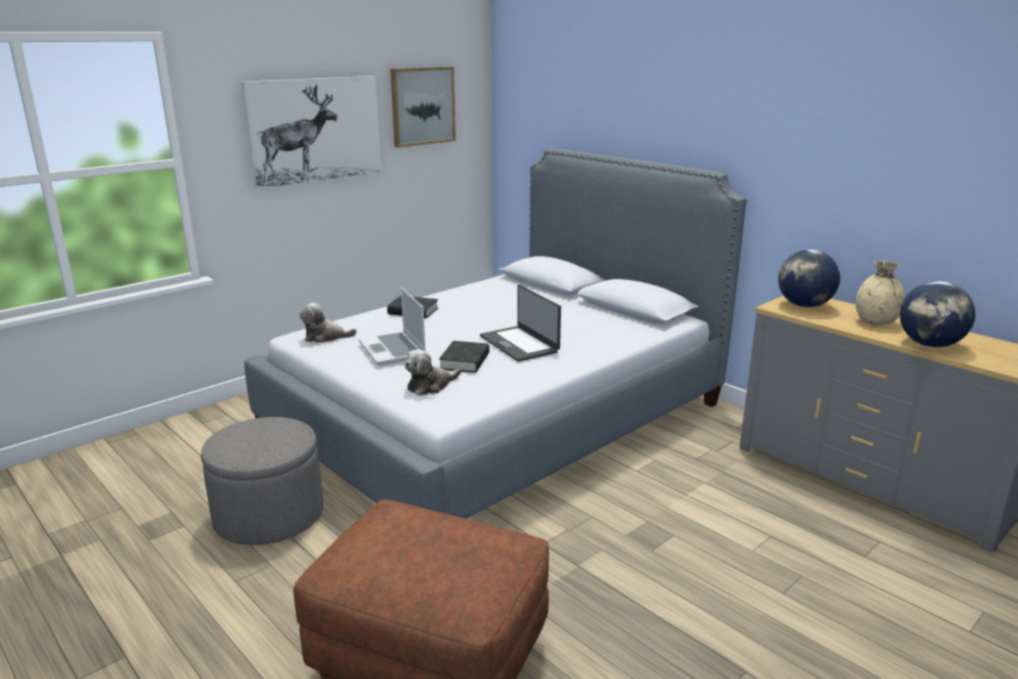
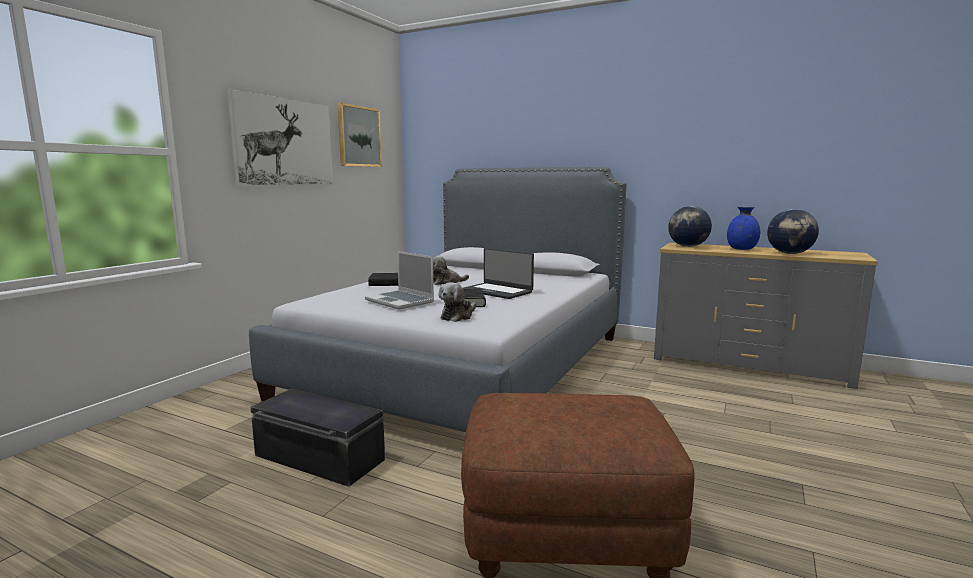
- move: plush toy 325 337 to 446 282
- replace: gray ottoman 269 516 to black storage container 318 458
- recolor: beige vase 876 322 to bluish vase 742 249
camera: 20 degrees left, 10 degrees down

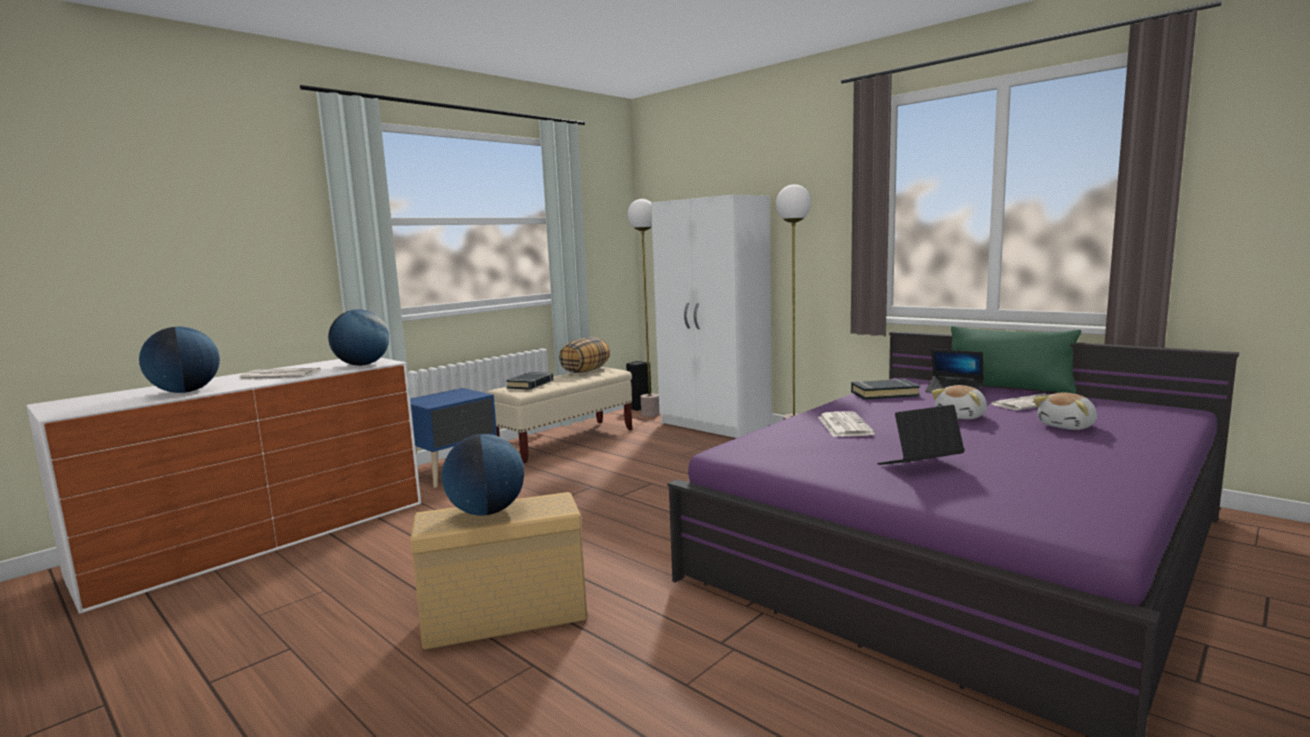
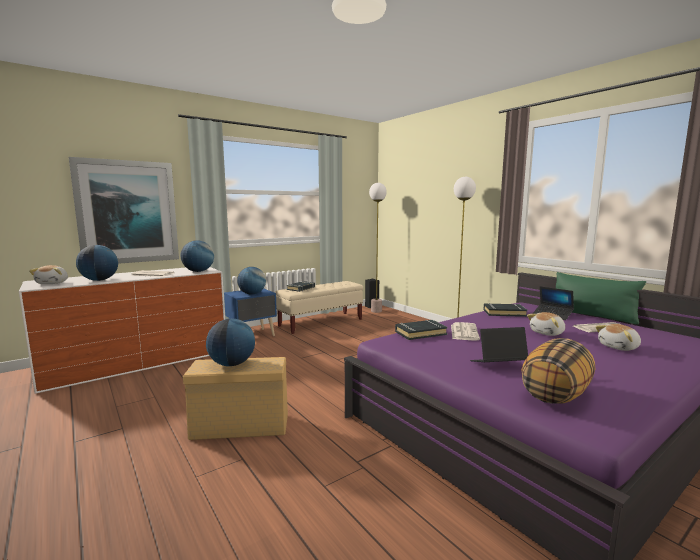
- delete: white clothes cupboard 715 425
- insert: plush toy 53 283
- insert: wall picture 127 212
- insert: world globe 252 294
- insert: black bound book 420 333
- move: pillow 585 371 to 555 394
camera: 10 degrees right, 0 degrees up

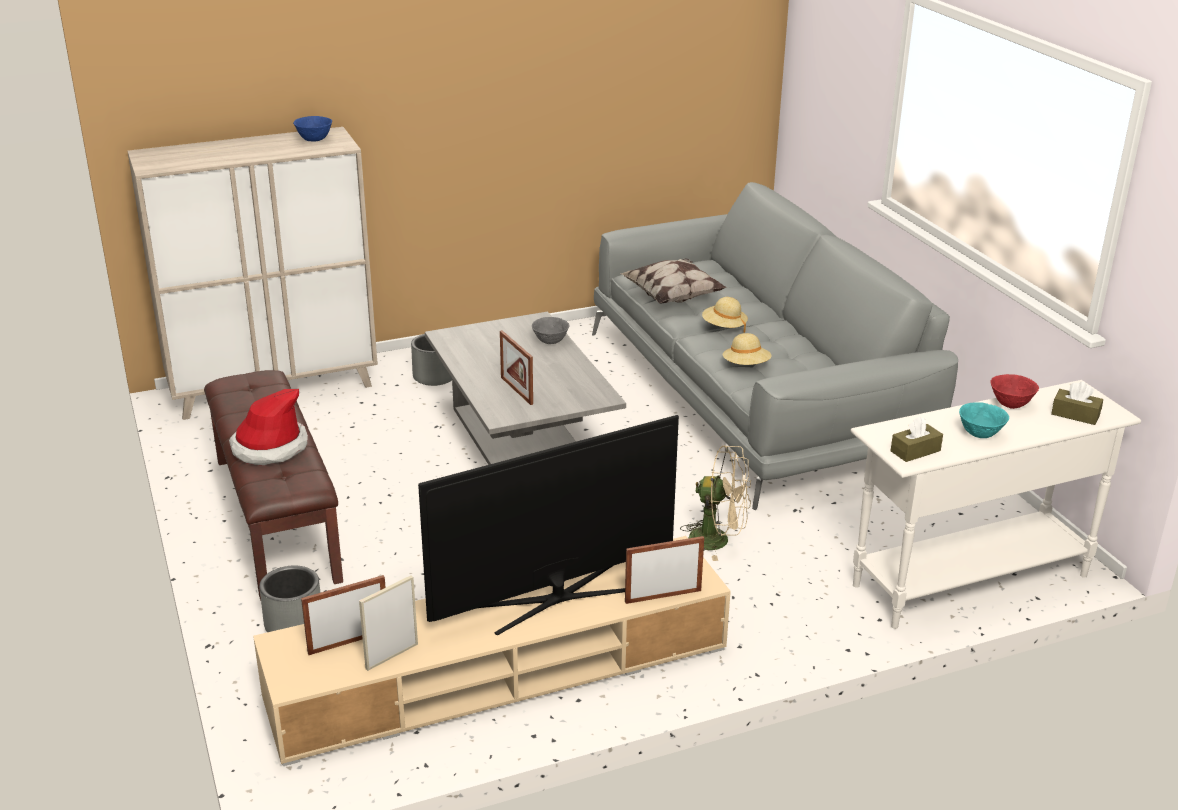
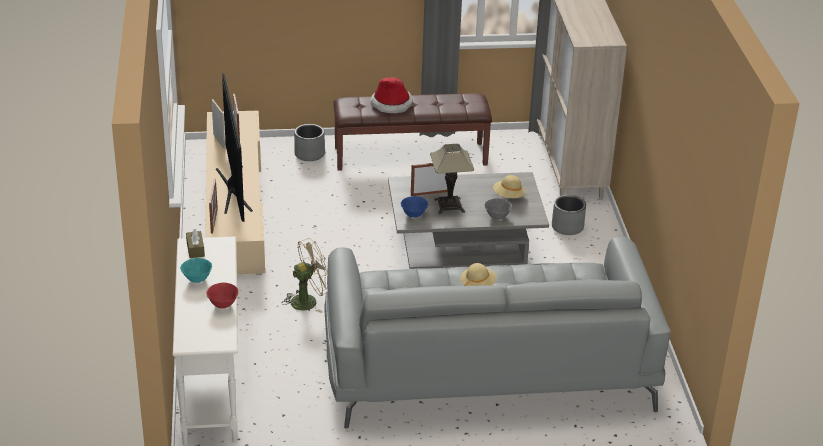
- delete: pillow 673 297
- delete: brown tissue holder 1075 414
- insert: lamp for a table 449 205
- move: bluish bowl 314 140 to 414 215
- move: beige clothing hat 746 366 to 508 196
- rotate: beige electric fan 718 540 = 309 300 150 degrees counterclockwise
camera: 105 degrees right, 5 degrees up

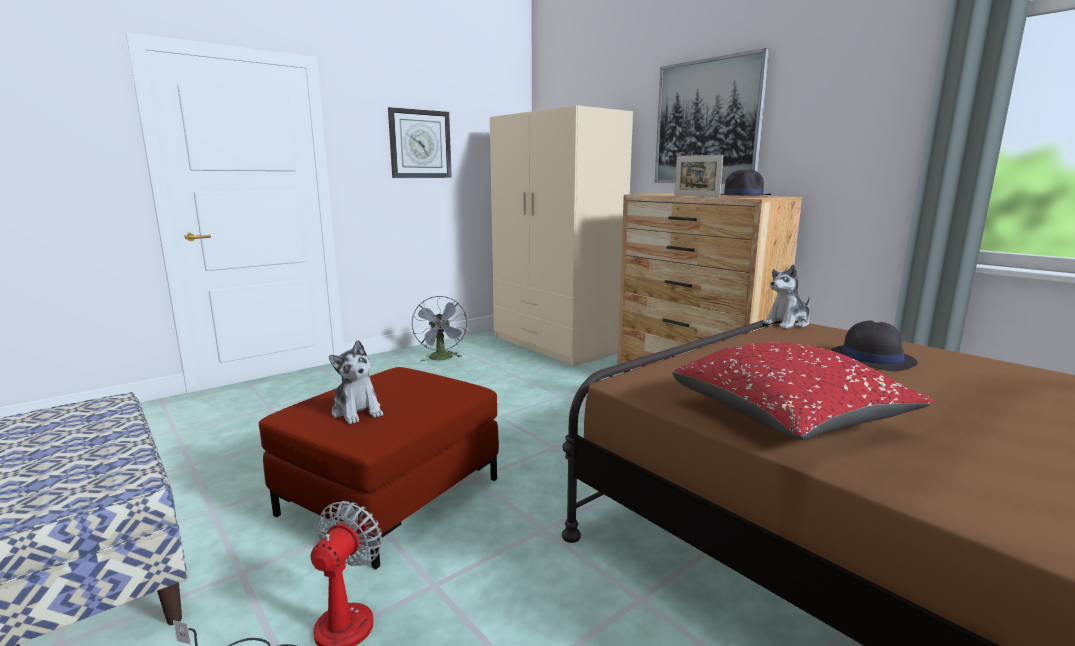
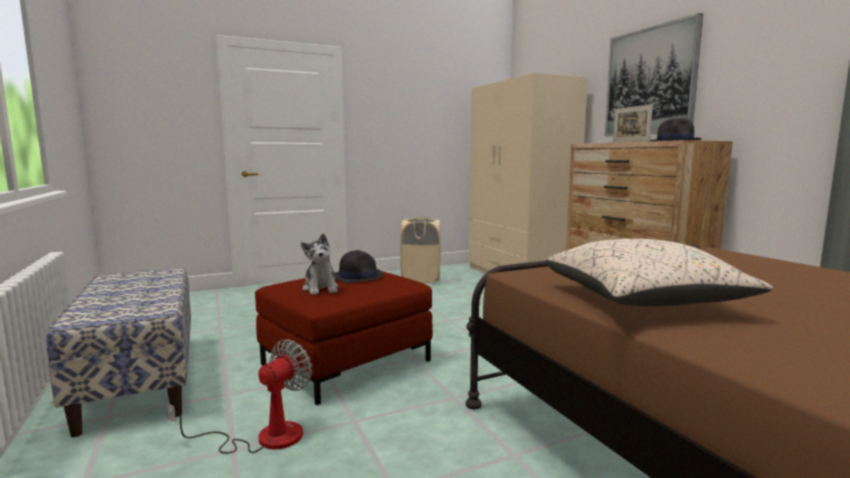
- delete: hanging clock 420 144
- delete: plush toy 787 323
- move: black clothing hat 871 358 to 358 276
- replace: gray electric fan 442 359 to beige laundry basket 421 279
- recolor: reddish pillow 789 419 to beige pillow 642 302
camera: 15 degrees right, 5 degrees down

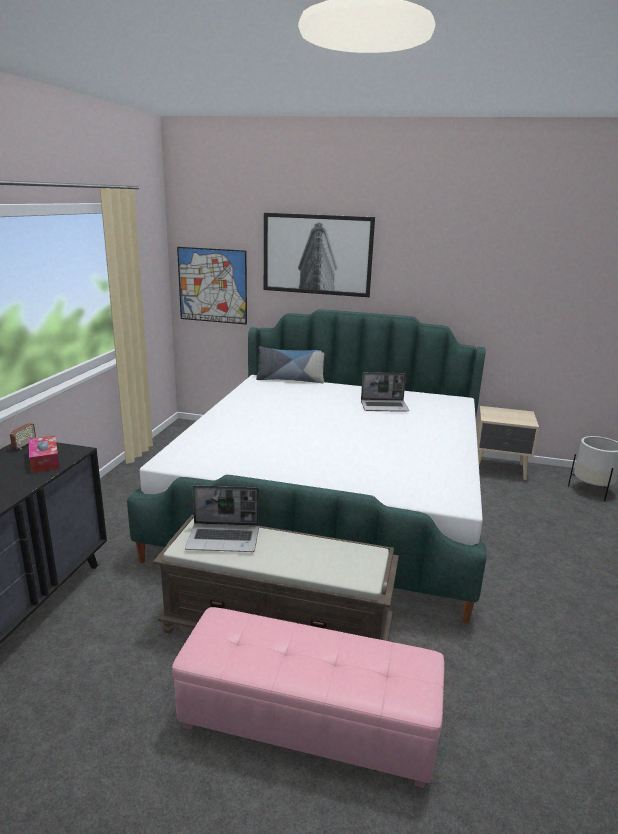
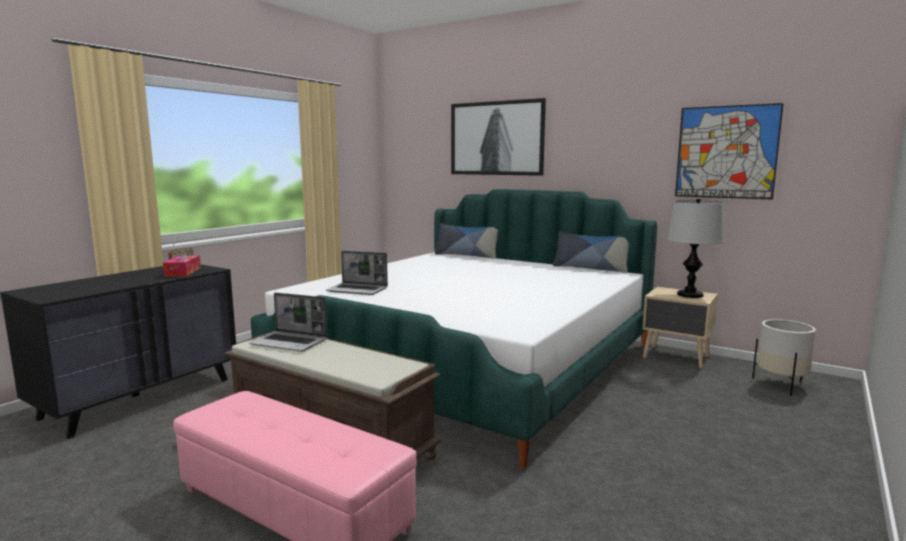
- insert: pillow 590 268
- insert: lamp for a table 690 295
- move: wall picture 212 285 to 726 152
- move: laptop 384 406 to 358 290
camera: 20 degrees right, 10 degrees down

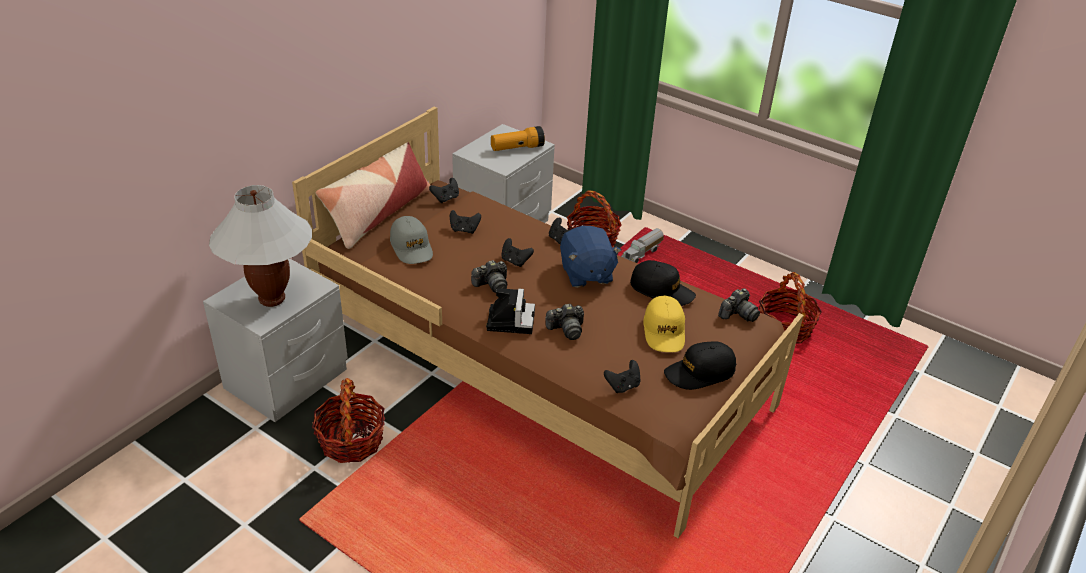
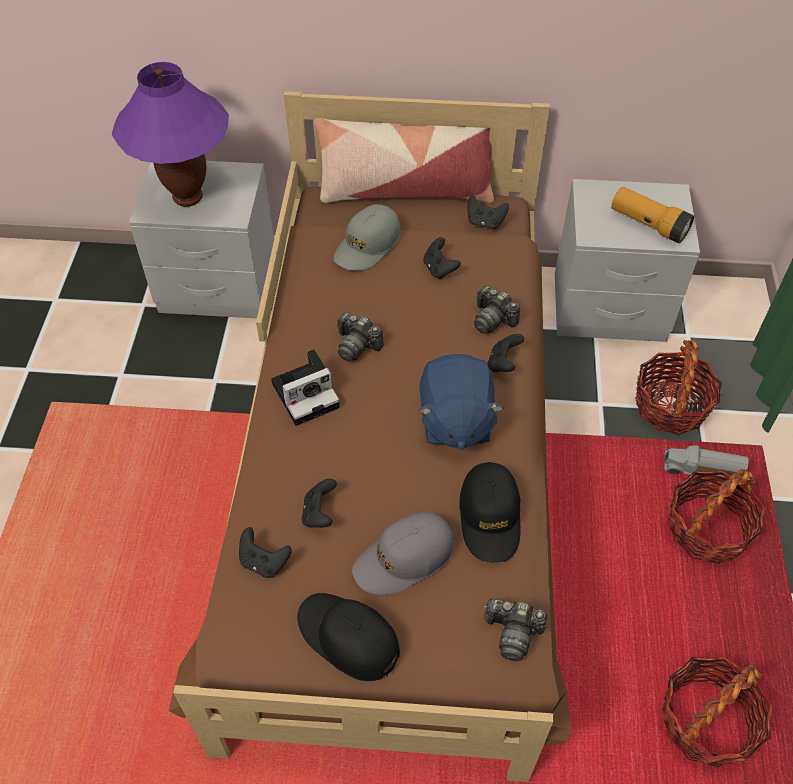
- move: storage basket 351 441 to 707 530
- move: black game controller 515 261 to 319 513
- move: still camera 566 329 to 492 319
- recolor: white lamp for a table 271 299 to purple lamp for a table 188 197
- recolor: yellow peaked cap 664 331 to gray peaked cap 404 559
- rotate: bluish plush toy 586 274 = 455 421 45 degrees counterclockwise
camera: 60 degrees right, 15 degrees up

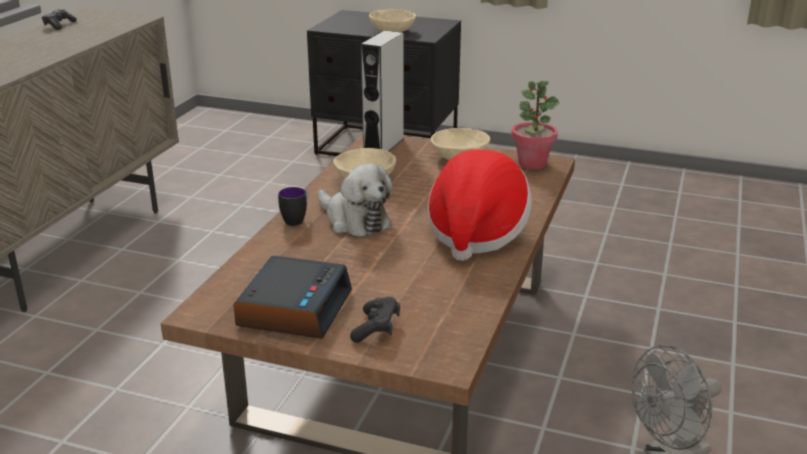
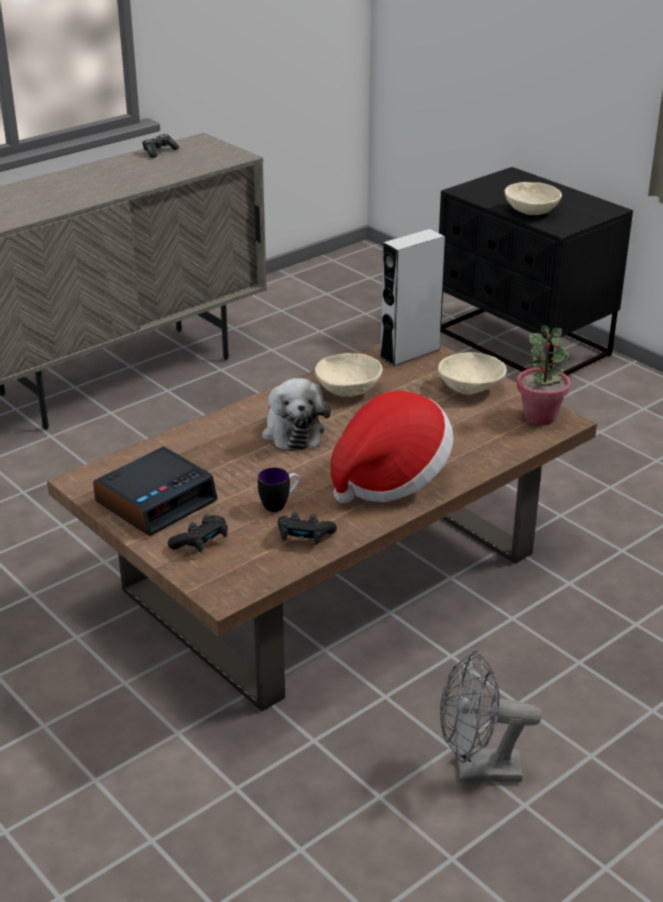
- insert: black game controller 304 537
- move: mug 297 220 to 279 504
camera: 30 degrees right, 5 degrees up

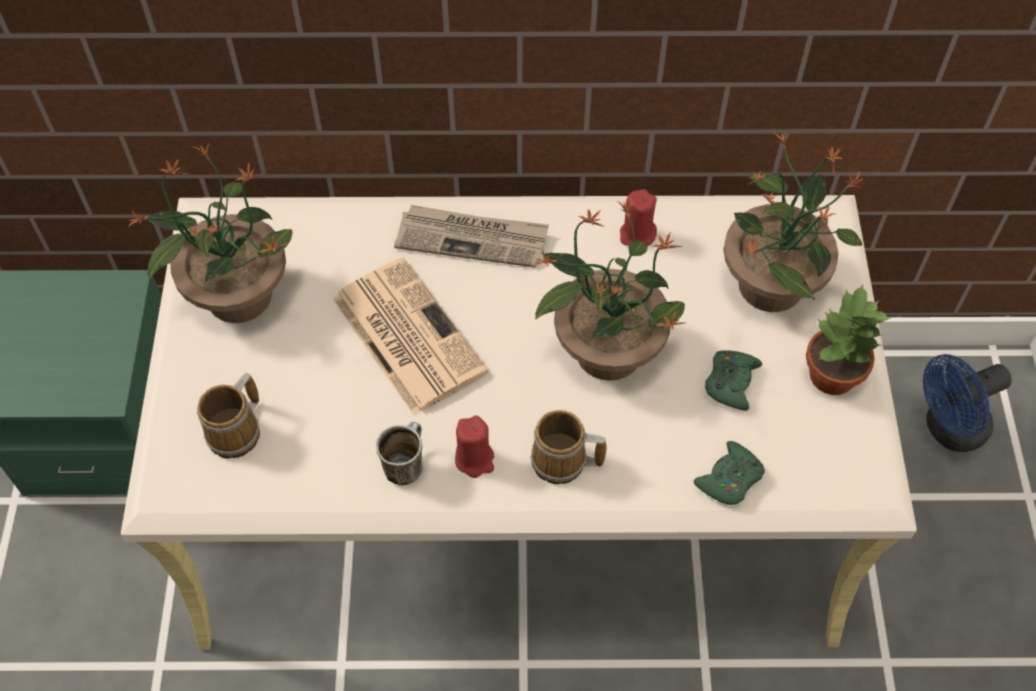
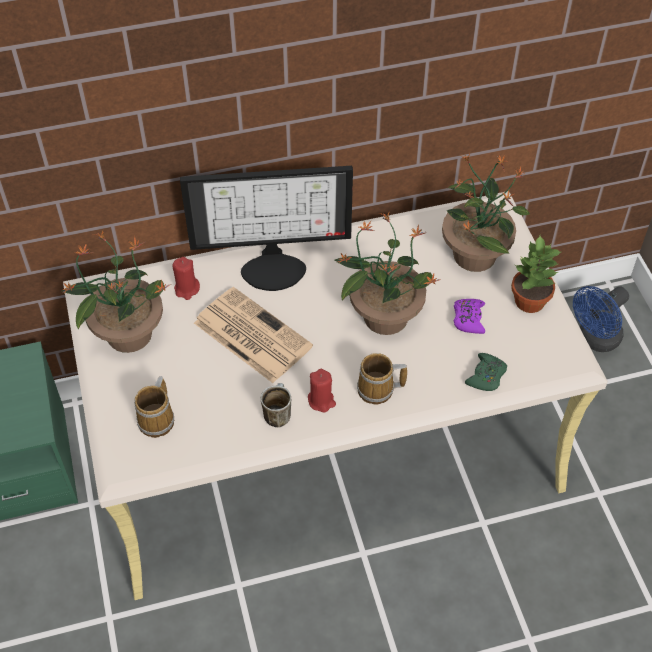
- move: reddish candle 637 235 to 187 289
- replace: daily paper 472 238 to monitor 274 266
- recolor: green-coloured game controller 731 382 to purple game controller 468 319
camera: 15 degrees left, 5 degrees down

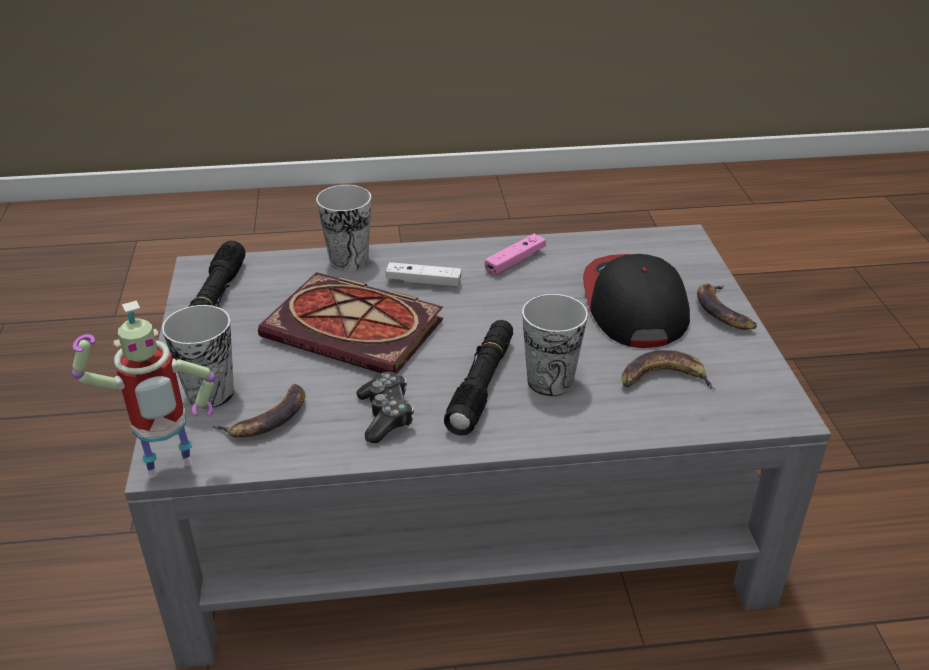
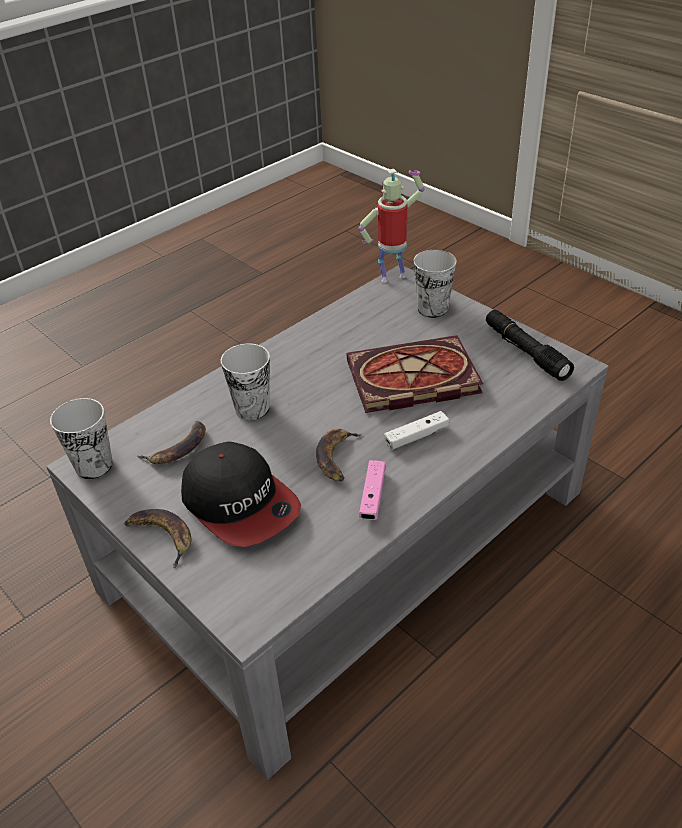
- delete: game controller 386 415
- delete: black flashlight 481 385
- move: banana fruit 268 418 to 337 458
- move: small cup 349 260 to 94 466
- rotate: robot figure 170 473 = 392 276 45 degrees clockwise
camera: 145 degrees right, 5 degrees up

